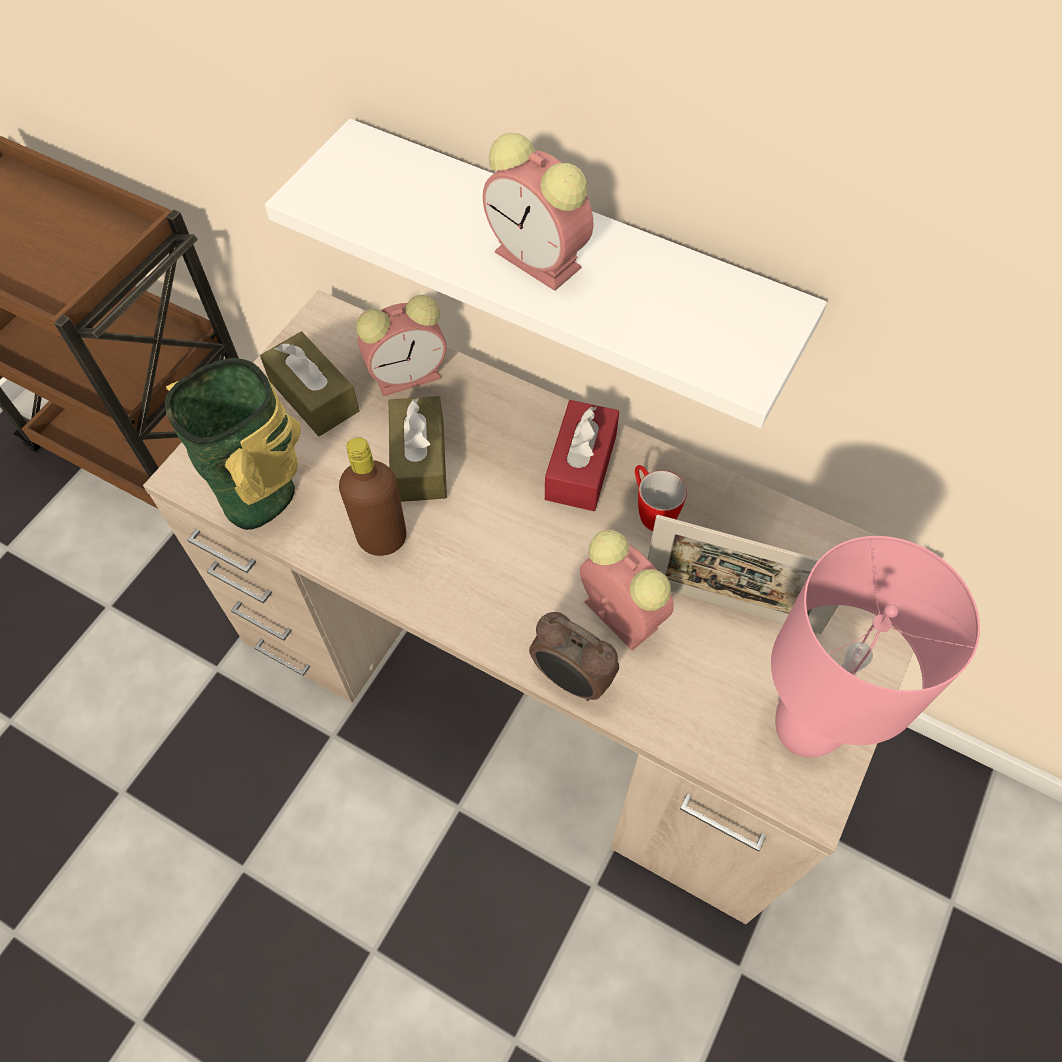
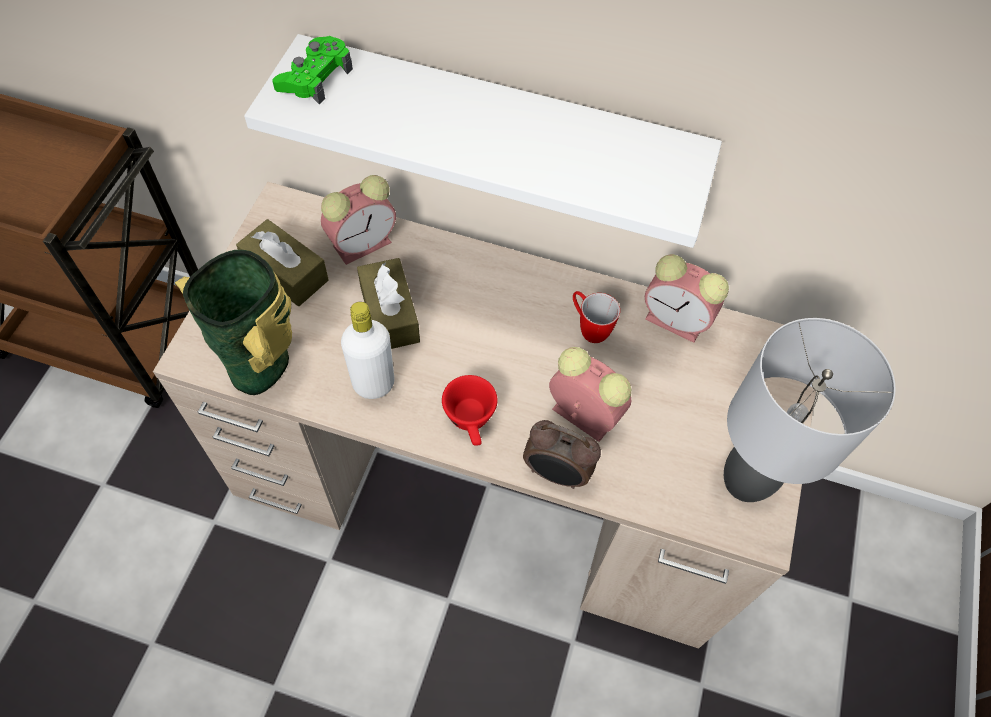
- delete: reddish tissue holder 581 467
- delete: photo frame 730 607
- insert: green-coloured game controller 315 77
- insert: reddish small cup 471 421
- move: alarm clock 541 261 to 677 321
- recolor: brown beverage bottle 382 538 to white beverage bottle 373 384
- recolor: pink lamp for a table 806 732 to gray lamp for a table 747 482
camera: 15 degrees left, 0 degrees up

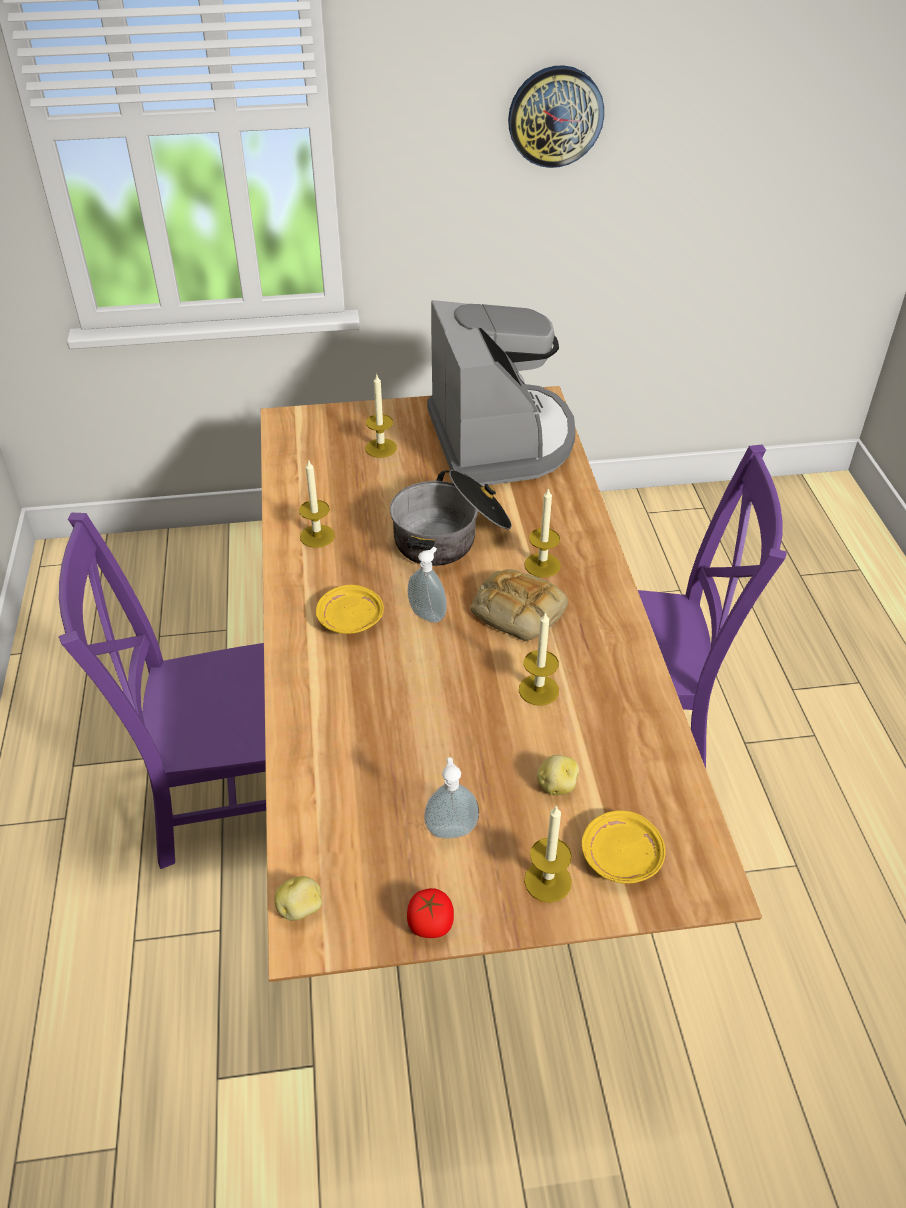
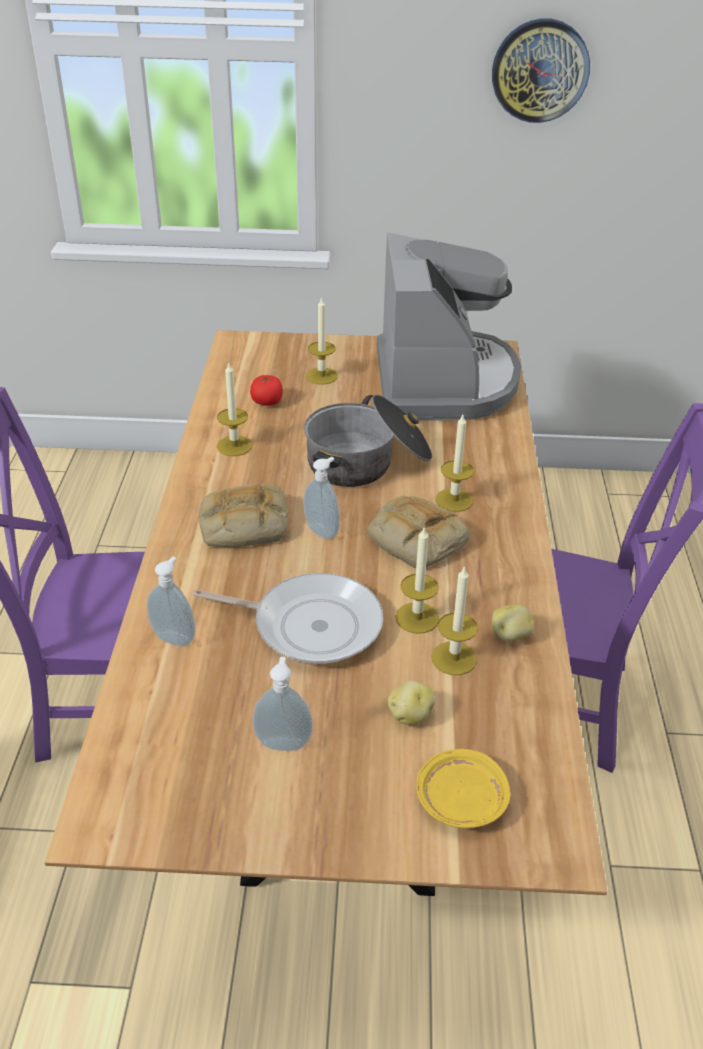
- insert: liquid soap bottle 175 637
- insert: frying pan 310 625
- move: whole potato 301 908 to 511 635
- move: whole tomato 430 923 to 267 402
- move: candle 547 881 to 454 658
- replace: yellow plate 350 619 to bakery bread 243 525
camera: 10 degrees right, 5 degrees down

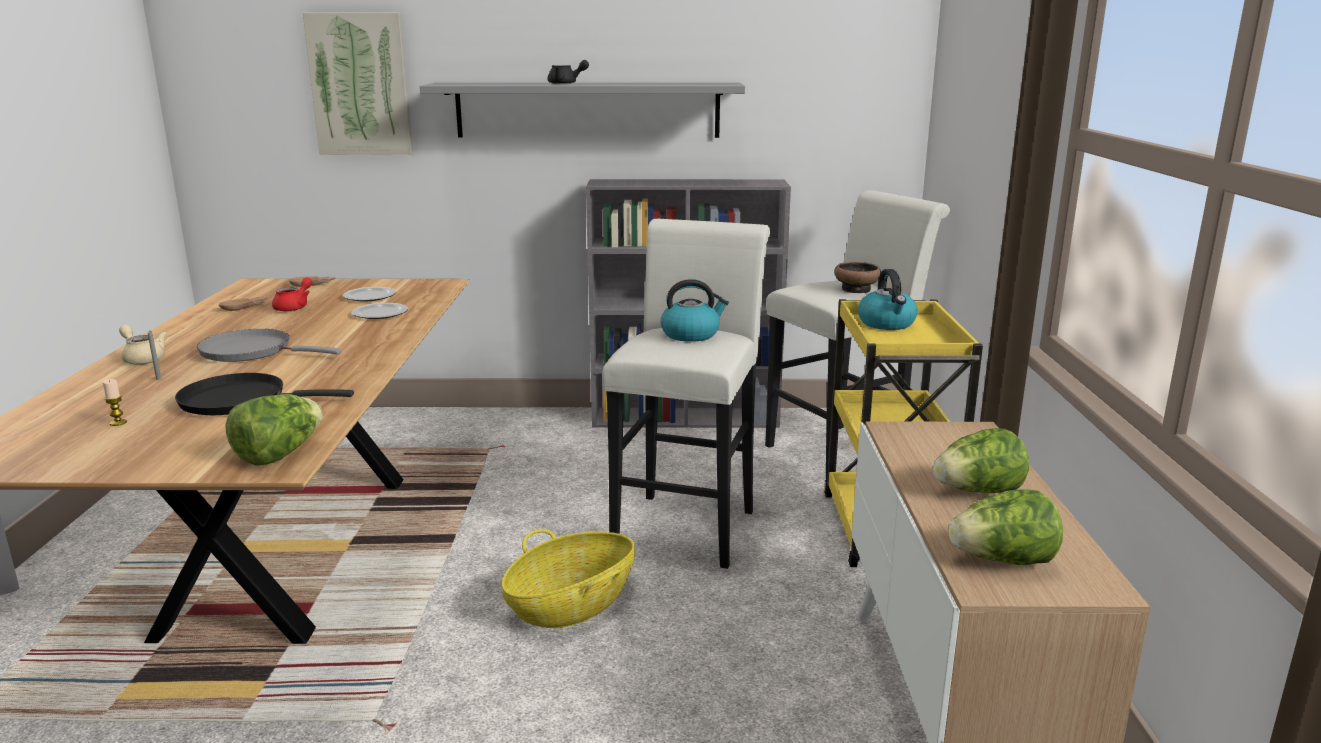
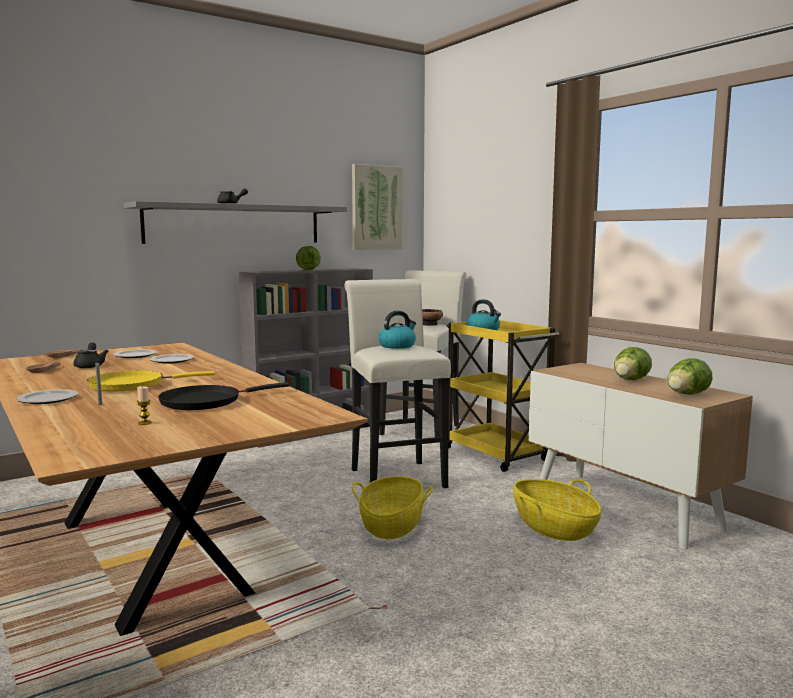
- insert: storage basket 553 527
- move: lettuce 279 454 to 308 269
- move: wall picture 360 85 to 376 208
- replace: beige tea pot 142 358 to plate 47 399
- recolor: gray frying pan 252 351 to yellow frying pan 132 385
- recolor: reddish tea pot 294 307 to black tea pot 90 366
camera: 35 degrees left, 10 degrees down

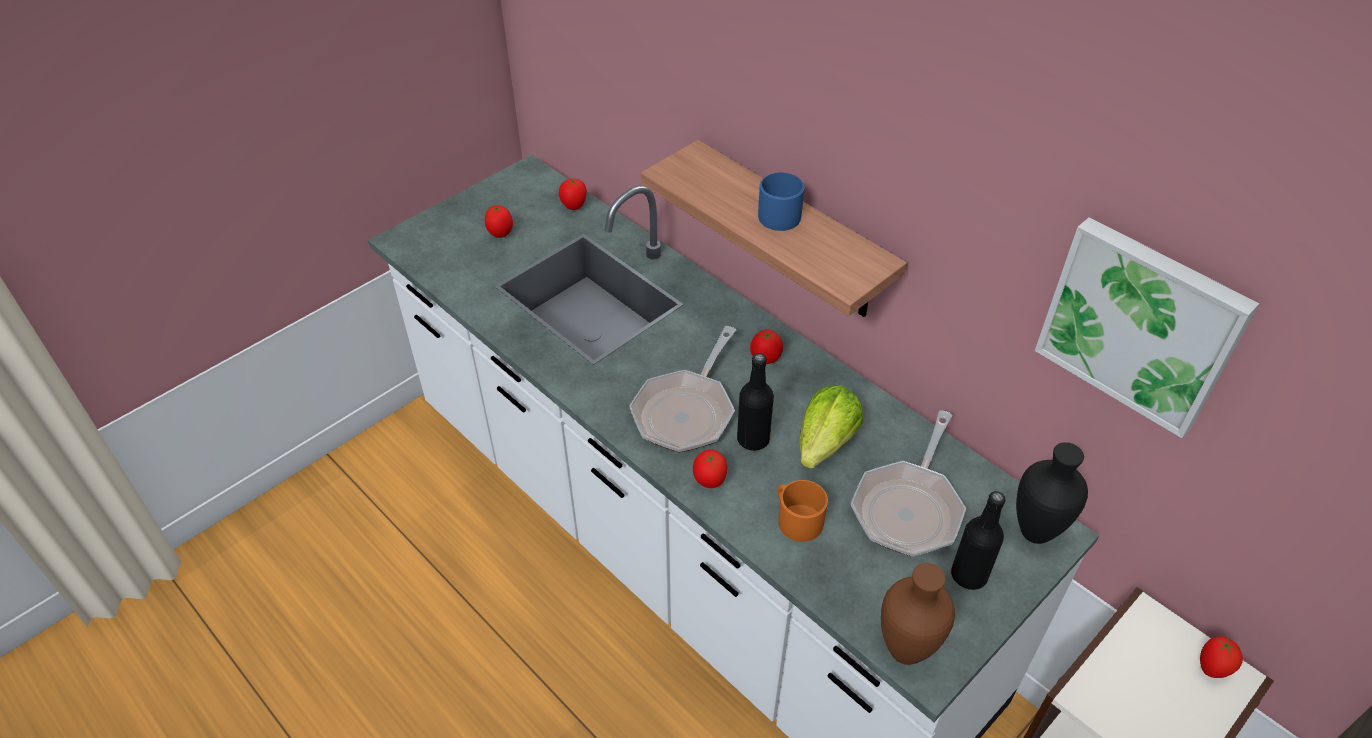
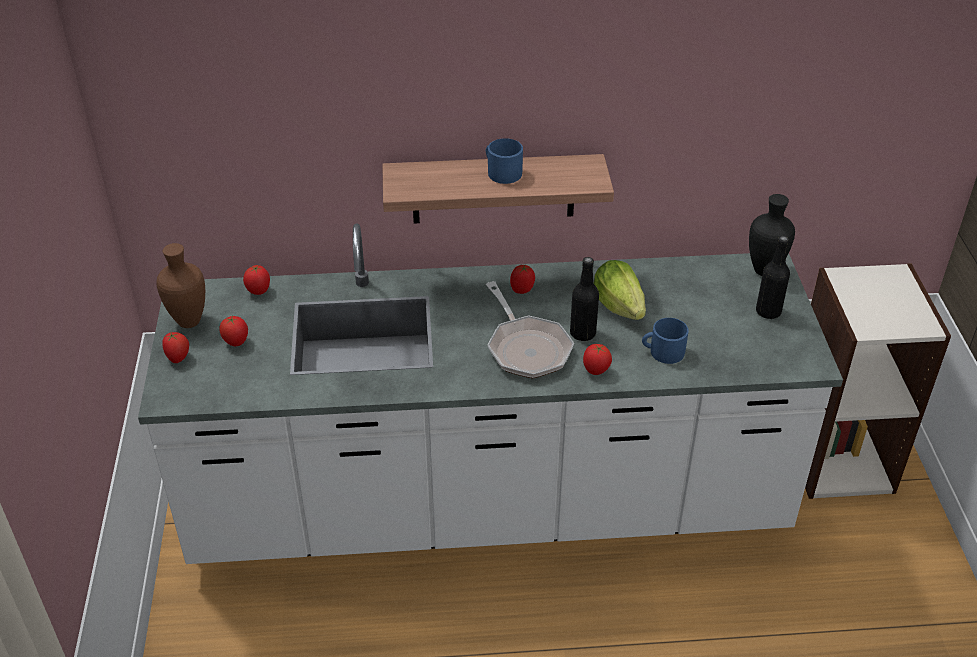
- delete: frying pan 909 507
- delete: wall picture 1141 324
- move: brown vase 904 649 to 187 321
- move: whole tomato 1212 668 to 178 358
- recolor: orange-coloured mug 796 518 to bluish mug 662 352
camera: 50 degrees left, 5 degrees down

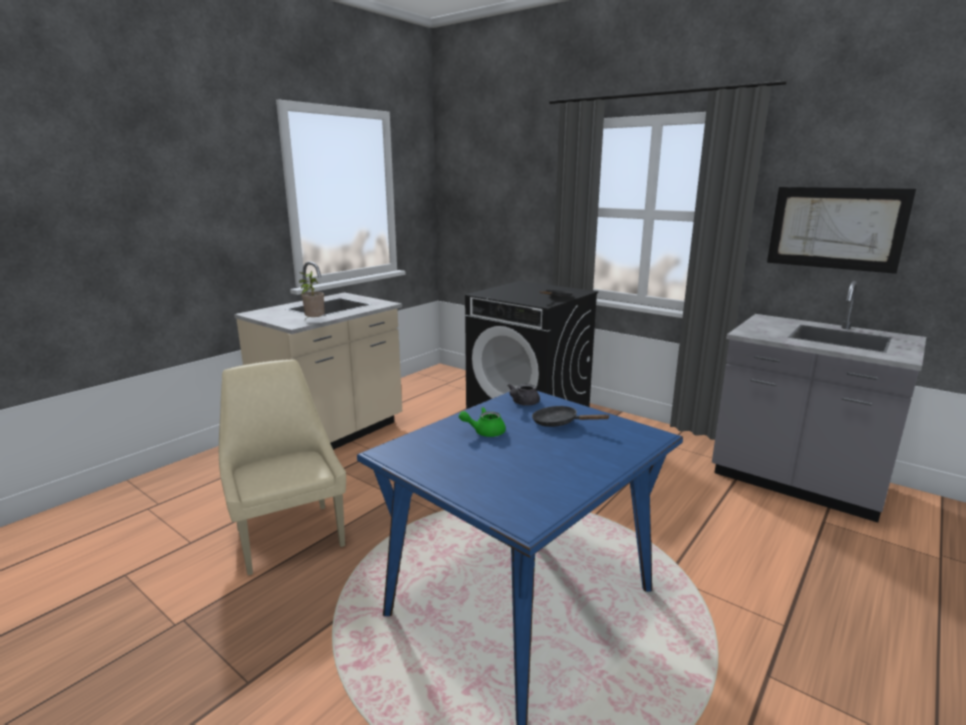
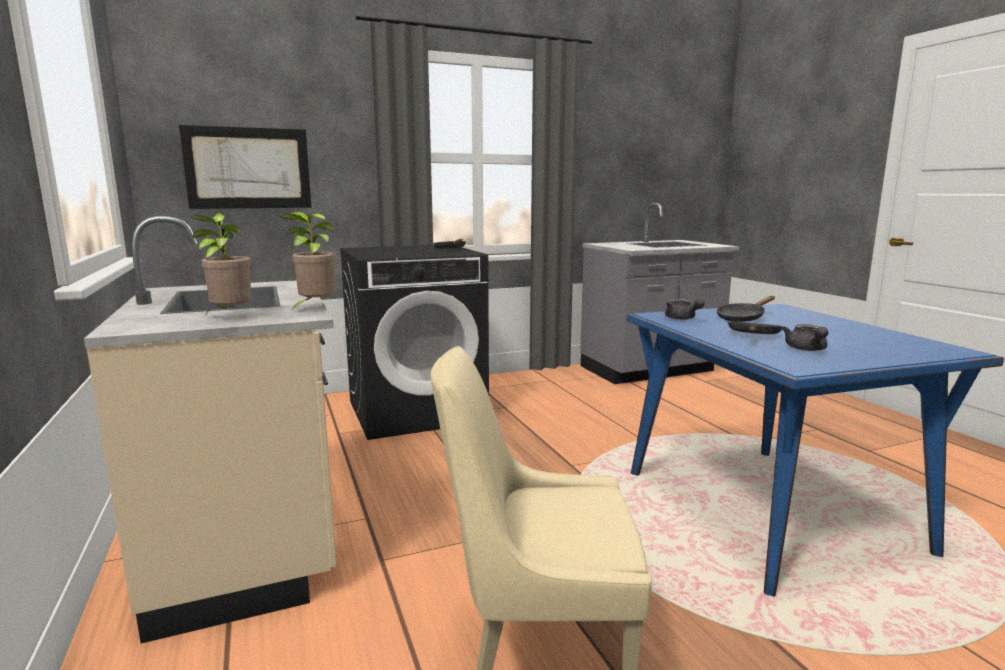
- insert: potted plant 229 317
- insert: gray tea pot 807 349
- move: wall picture 835 228 to 248 168
- replace: green-coloured tea pot 484 432 to black frying pan 753 336
camera: 60 degrees left, 5 degrees down

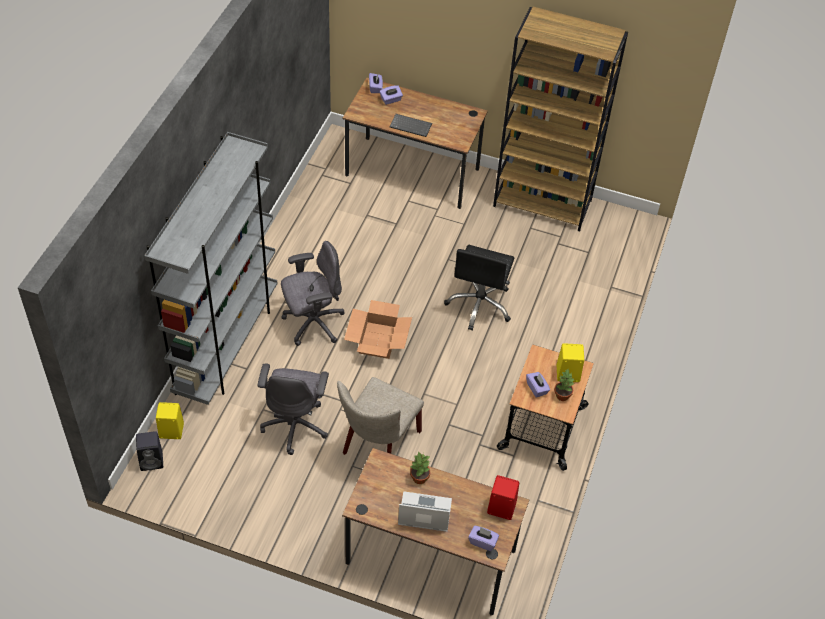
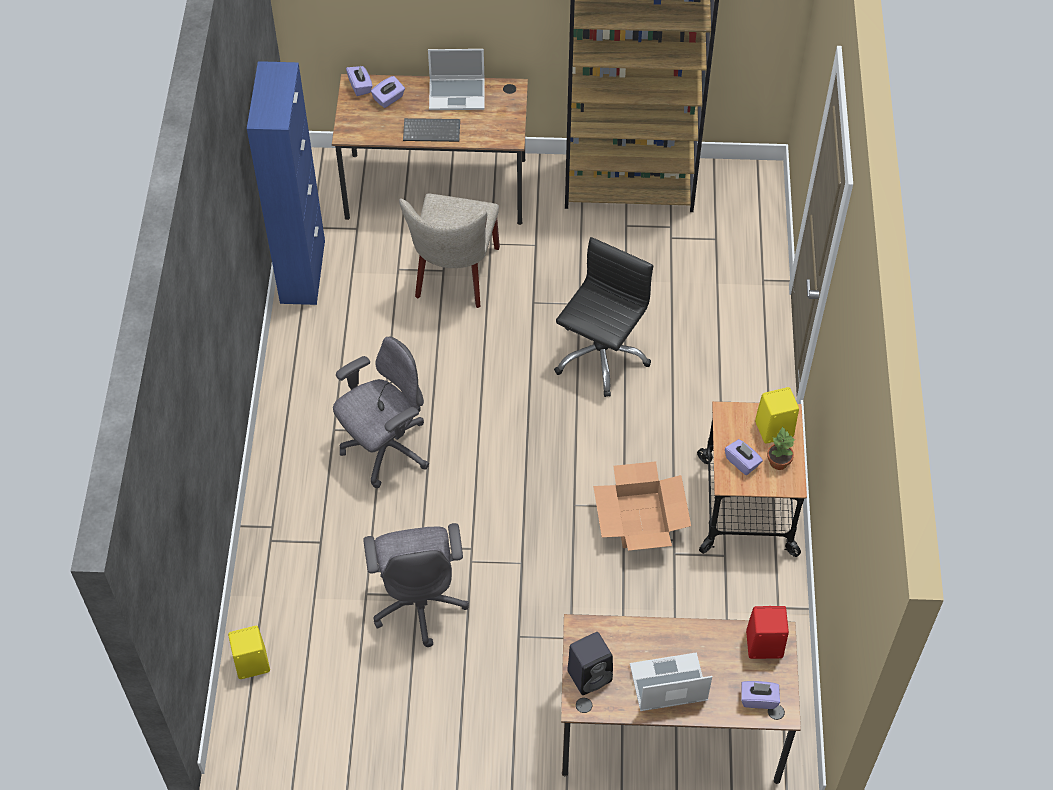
- delete: gray shelving unit 227 345
- delete: potted plant 419 478
- insert: bluish storage cabinet 302 271
- insert: laptop 457 94
- move: black loudspeaker 152 461 to 590 675
- move: beige chair 378 445 to 454 277
- move: cardboard box 378 340 to 640 520
- rotate: black desk chair 479 305 = 600 356 150 degrees counterclockwise
camera: 15 degrees left, 5 degrees up

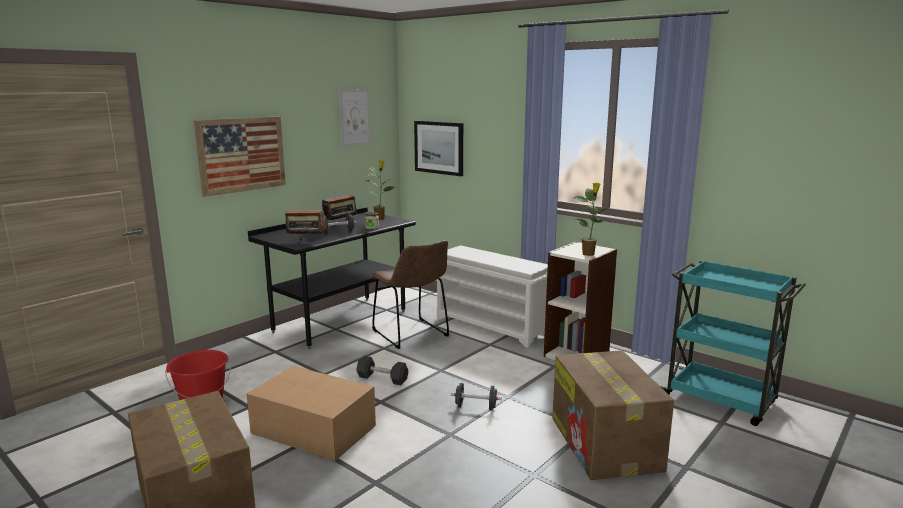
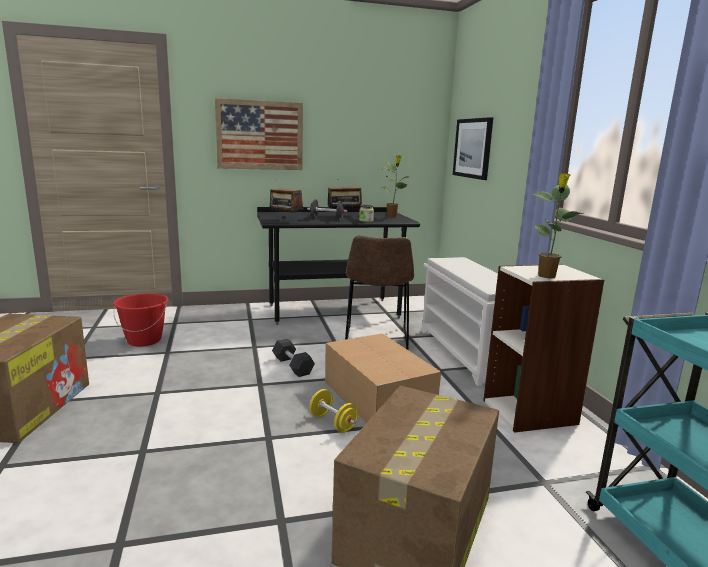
- delete: wall picture 354 117
- move: cardboard box 312 428 to 377 396
- recolor: black free weight 475 407 to yellow free weight 333 423
camera: 35 degrees right, 0 degrees up

